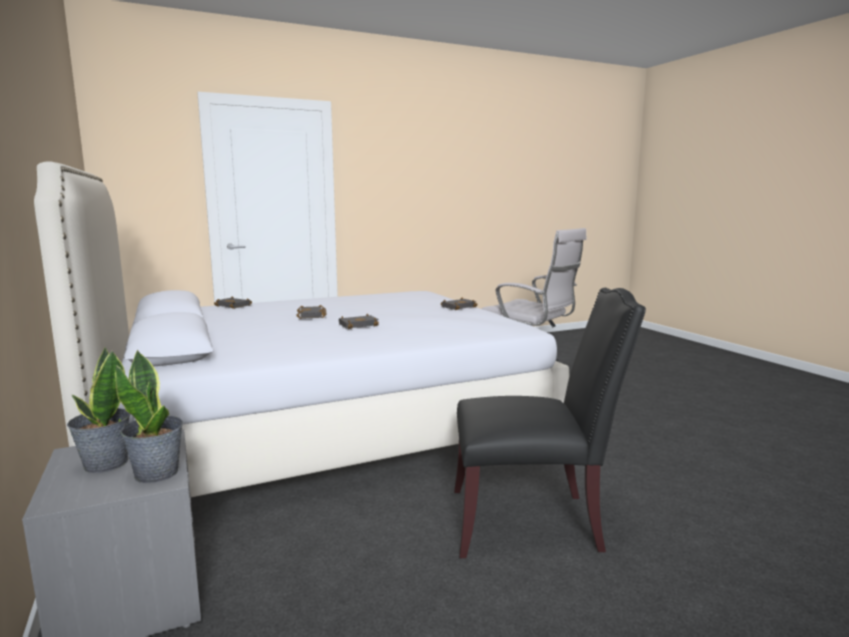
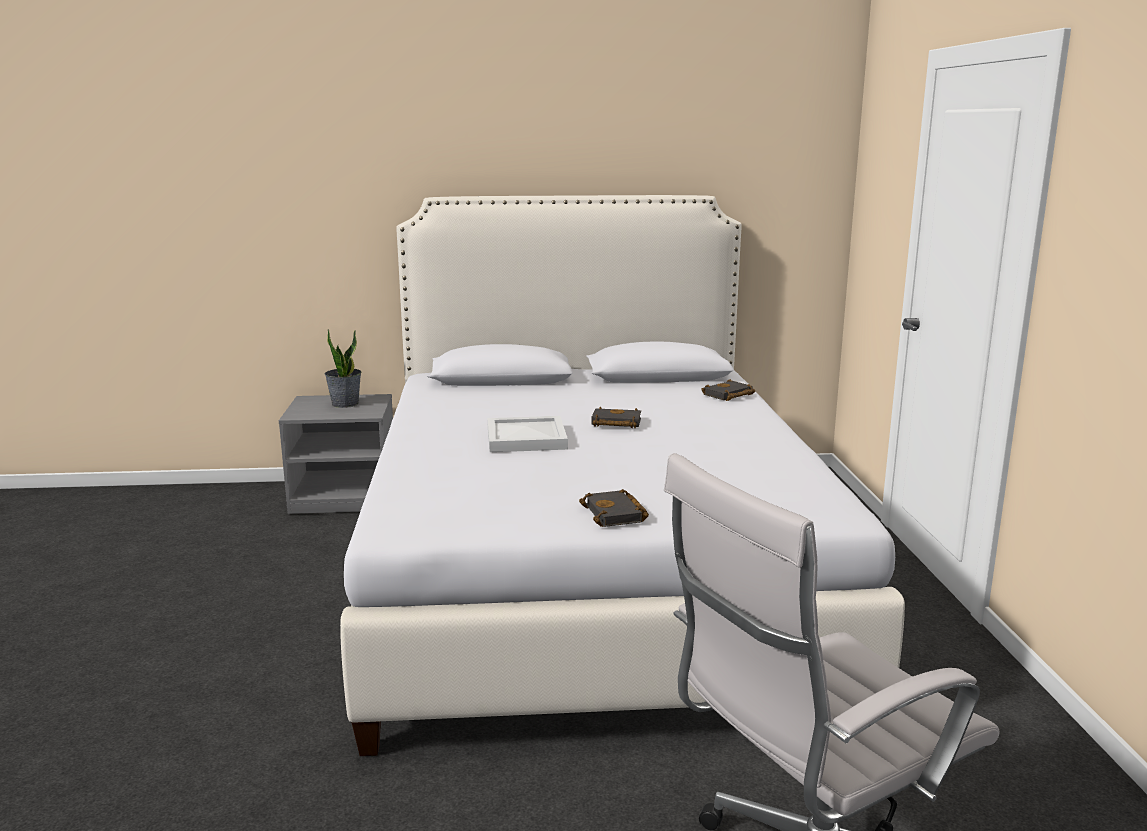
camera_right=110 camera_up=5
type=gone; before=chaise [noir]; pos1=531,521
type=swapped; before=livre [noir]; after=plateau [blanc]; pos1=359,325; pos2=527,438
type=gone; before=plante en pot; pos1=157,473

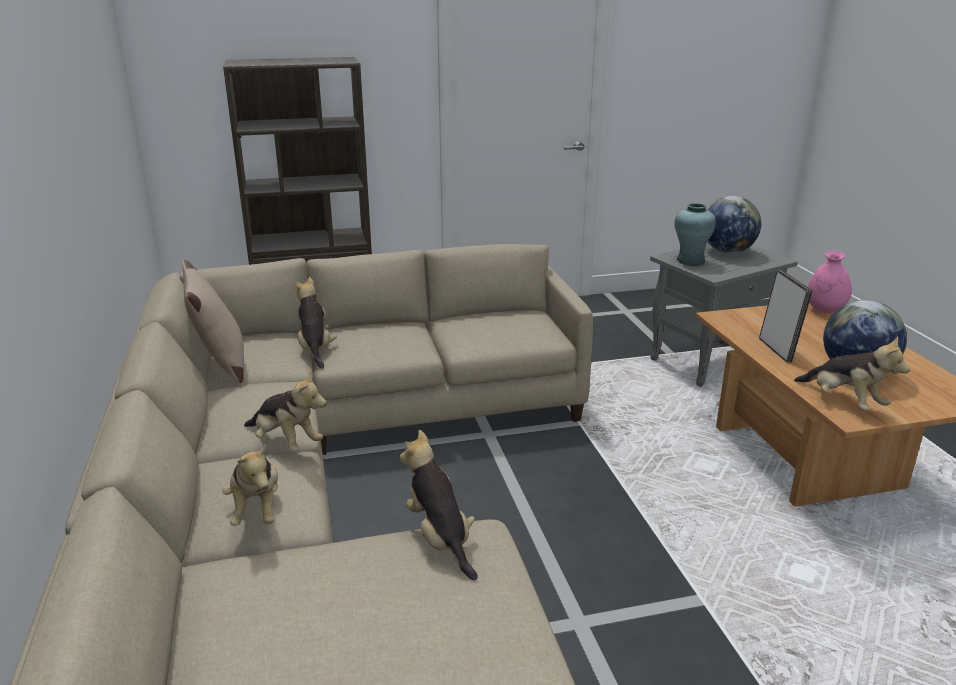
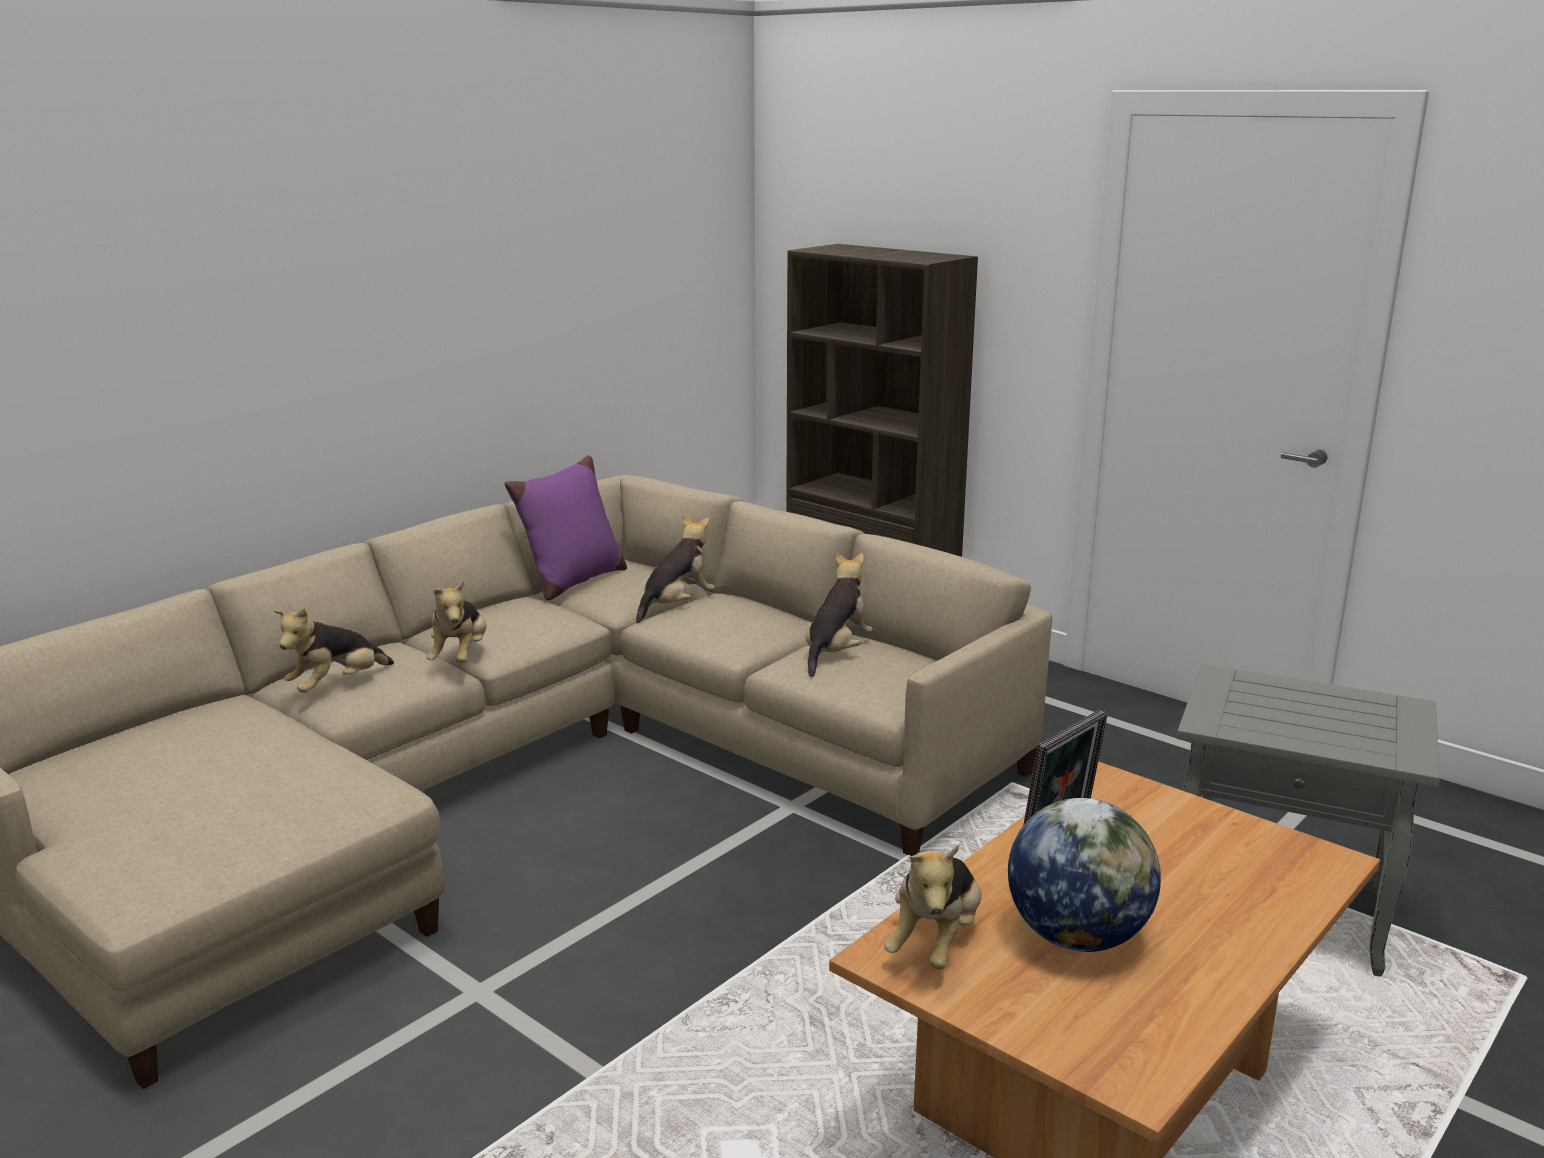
camera_right=55 camera_up=-5
type=gone; before=globe; pos1=727,251
type=gone; before=vase [turquoise]; pos1=690,261
type=gone; before=vase [rose]; pos1=824,310
type=repainted; before=coussin [beige]; after=coussin [violet]; pos1=221,366; pos2=572,582
type=shifted; before=peluche; pos1=440,538; pos2=836,652

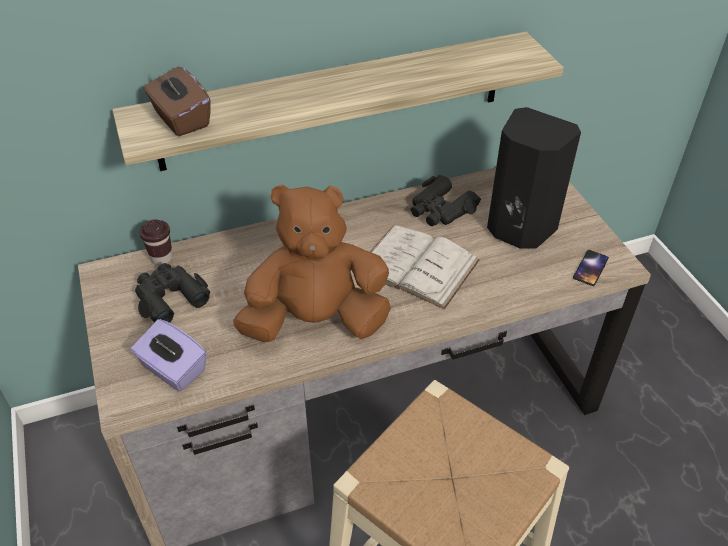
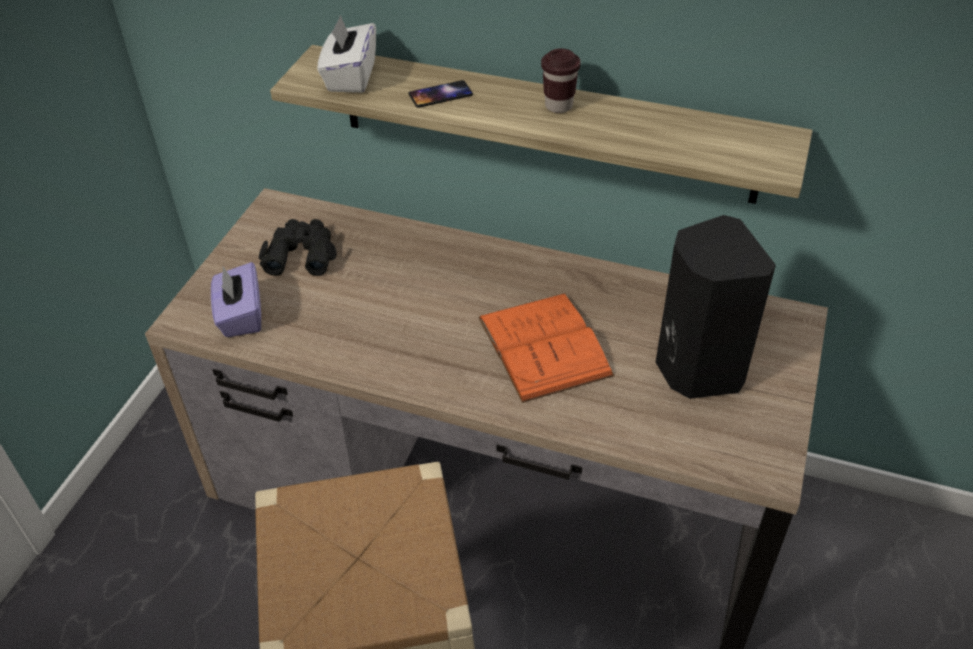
camera_right=40 camera_up=0
type=repainted; before=boîte à mouchoirs [marron]; after=boîte à mouchoirs [blanc]; pos1=181,119; pos2=350,77
type=gone; before=jumelles [noir]; pos1=441,210
type=gone; before=peluche [marron]; pos1=316,320
type=shifted; before=tasse [marron]; pos1=161,258; pos2=558,106
type=repainted; before=livre [blanc]; after=livre [orange]; pos1=417,265; pos2=544,346
type=shifted; before=téléphone; pos1=590,268; pos2=440,95

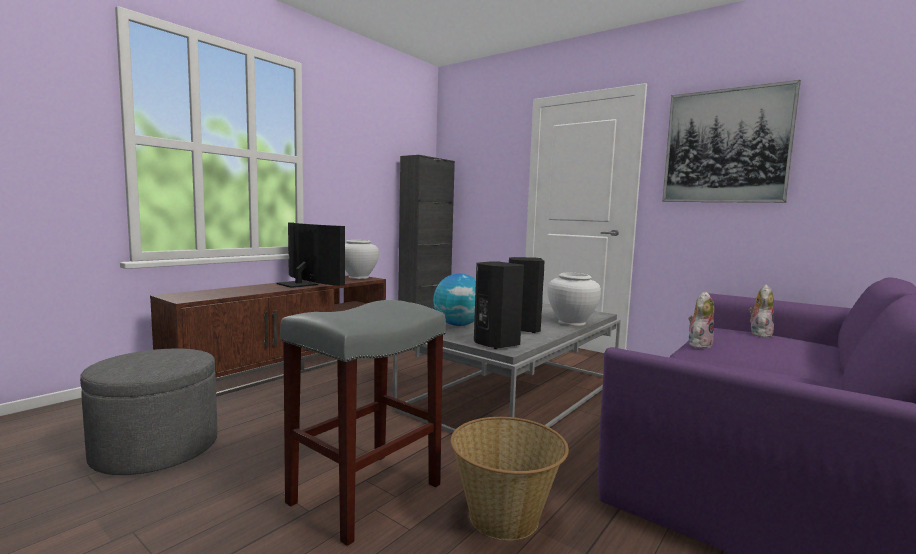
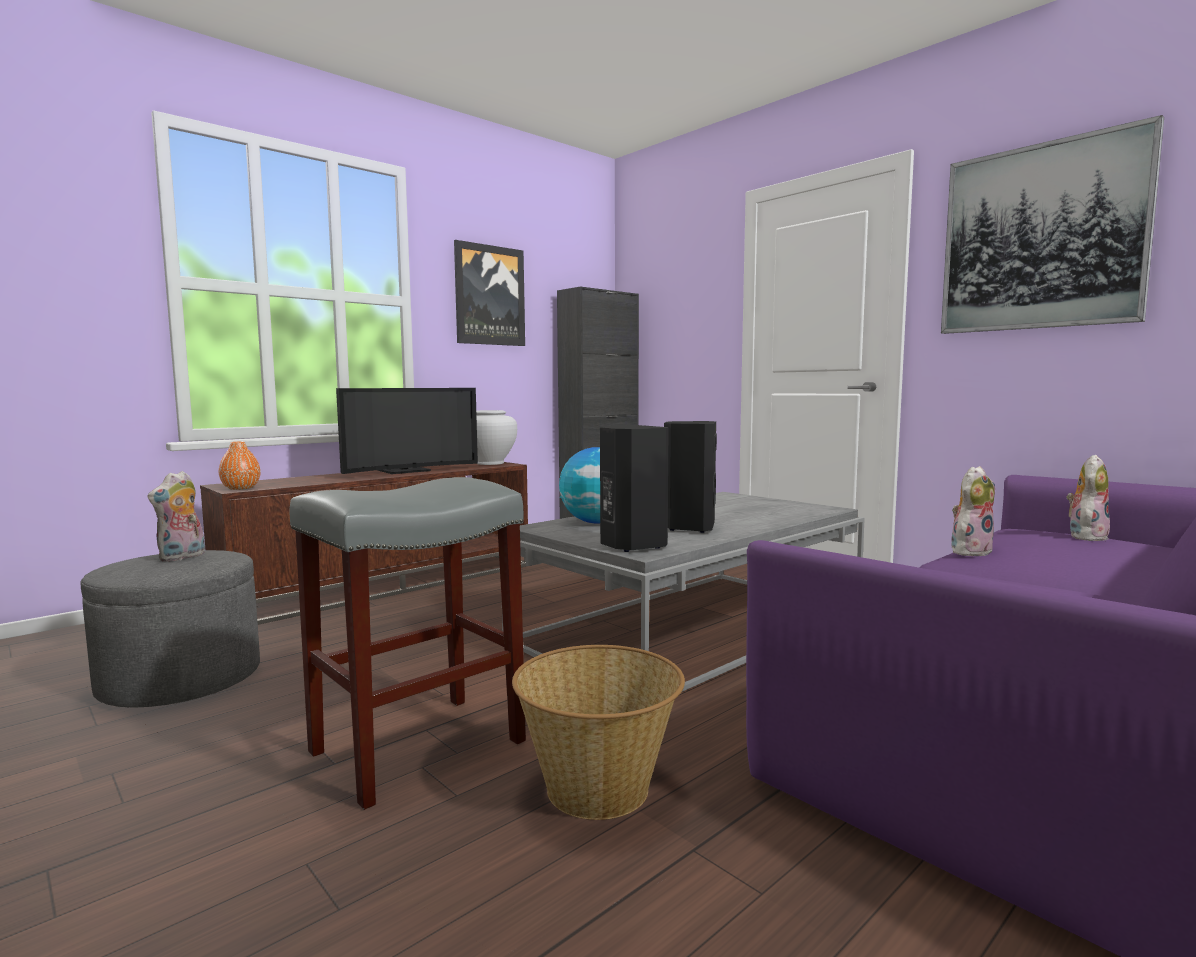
camera_right=10 camera_up=0
type=rotated; before=téléviseur; pos1=303,284; pos2=406,471; turn=90
type=gone; before=vase [blanc]; pos1=571,323
type=new; after=tableau; pos2=489,295
type=new; after=vase [orange]; pos2=241,488
type=new; after=peluche; pos2=182,557

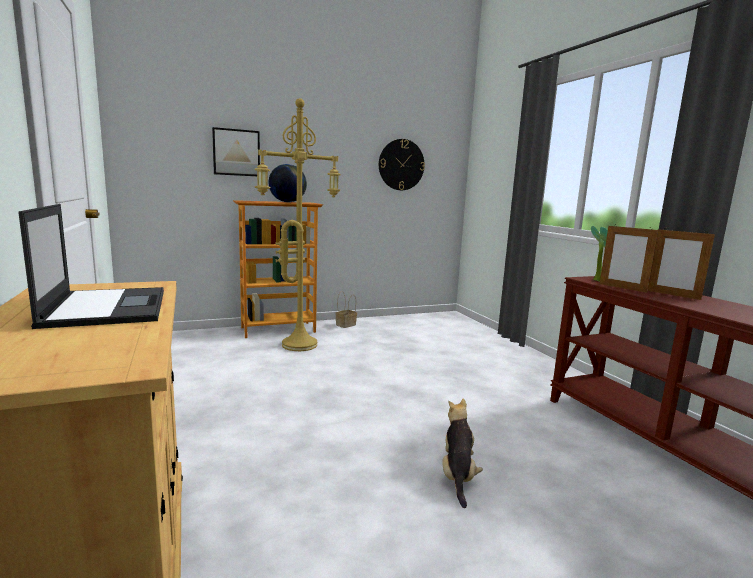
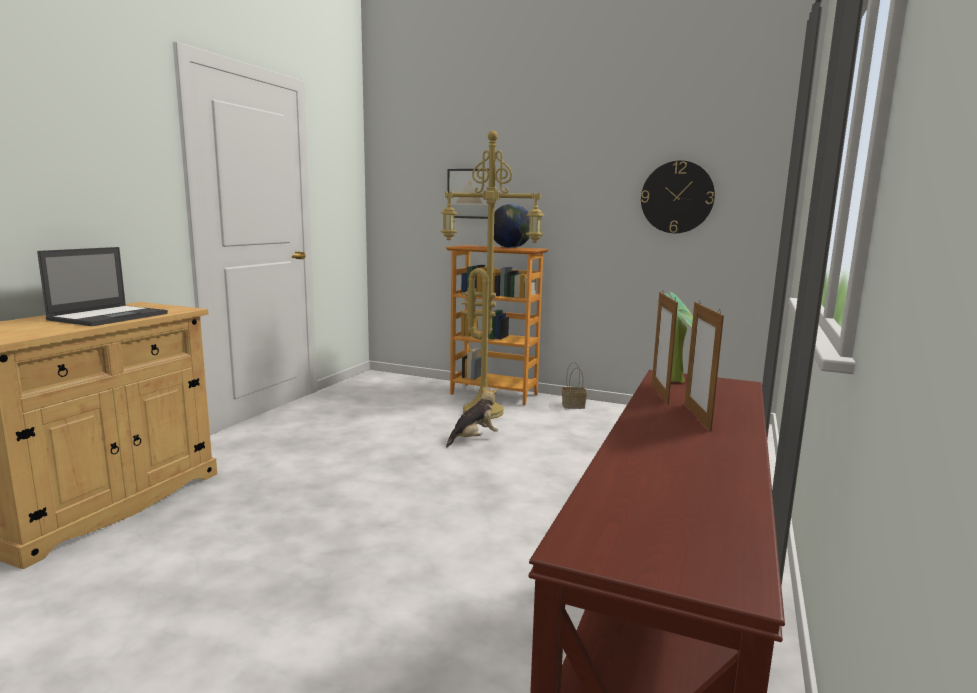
camera_right=45 camera_up=0
type=shifted; before=peluche; pos1=457,475; pos2=474,439

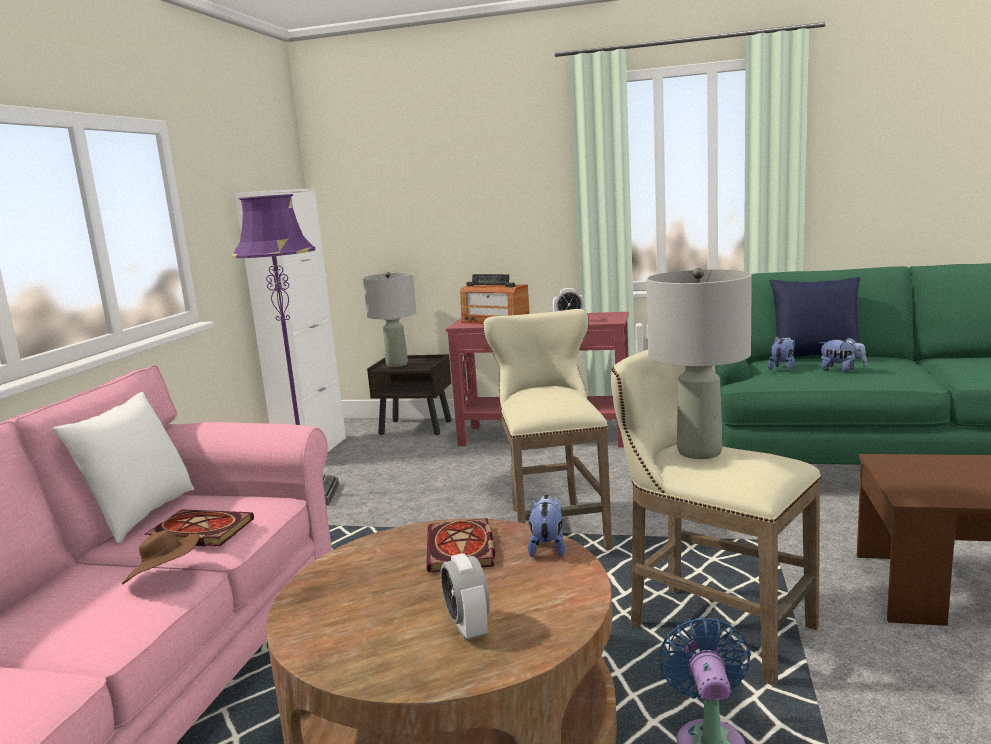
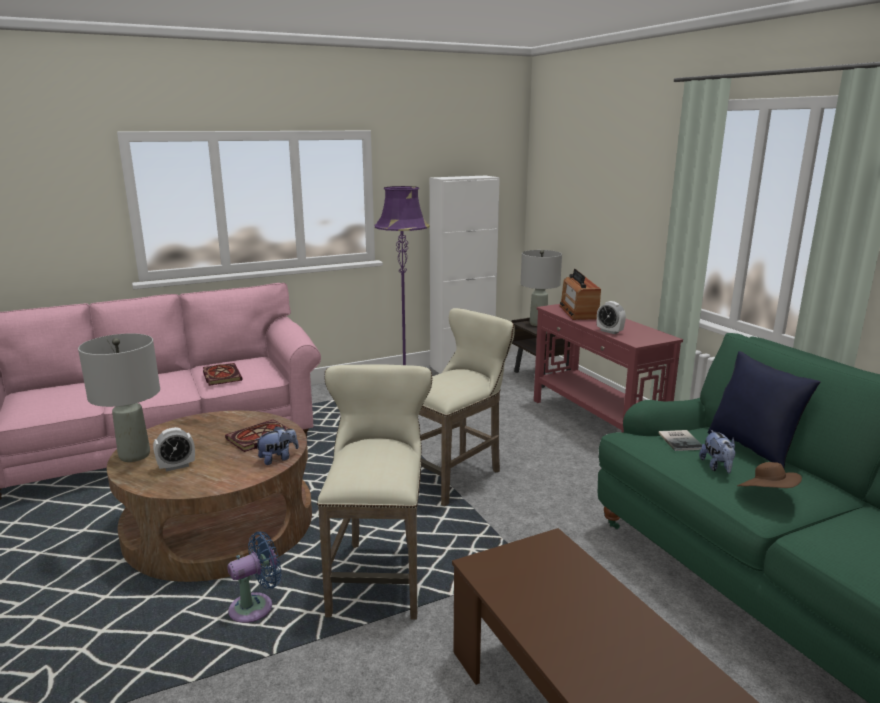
camera_right=50 camera_up=5
type=shifted; before=lampe de table [gris]; pos1=700,452; pos2=135,456
type=swapped; before=peluche; after=livre; pos1=783,368; pos2=681,440
type=gone; before=coussin [blanc]; pos1=140,516
type=shifted; before=chapeau [marron]; pos1=166,577; pos2=767,494
type=rotated; before=réveil; pos1=468,627; pos2=176,466; turn=-150

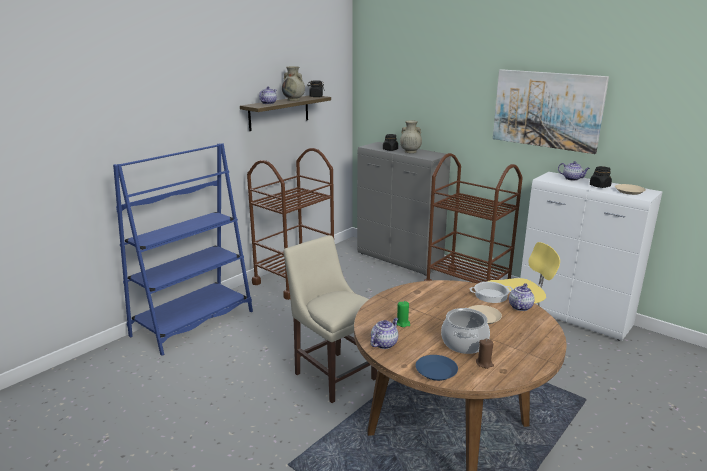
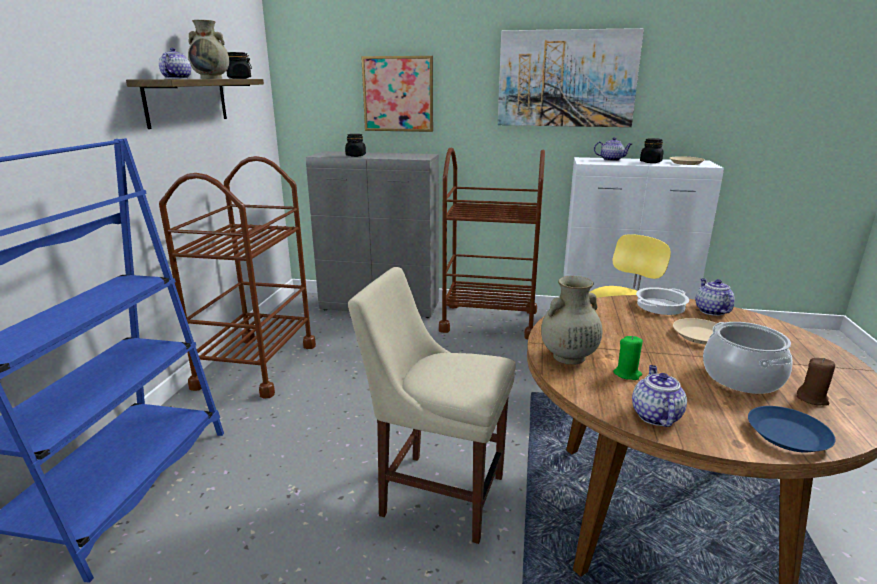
camera_right=-30 camera_up=0
type=shifted; before=vase [beige]; pos1=410,151; pos2=568,357
type=new; after=tableau; pos2=398,94

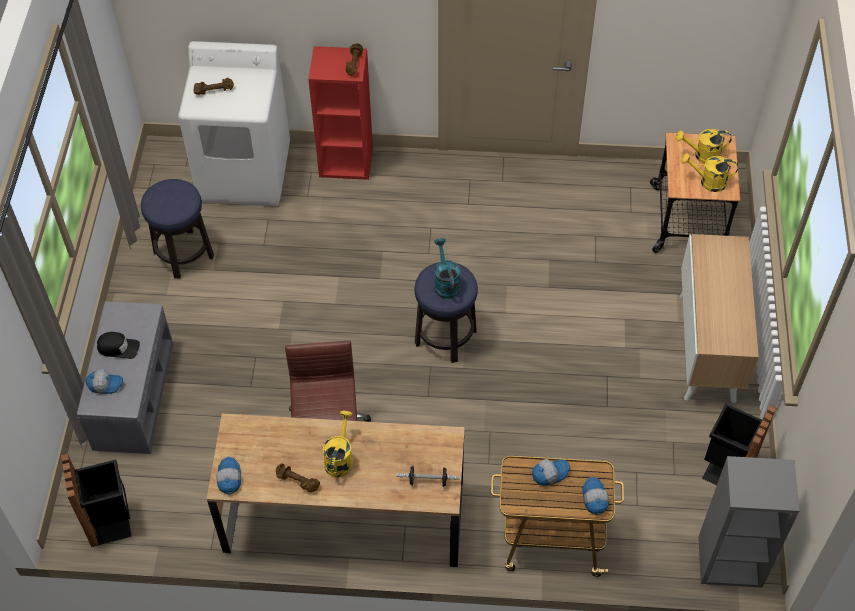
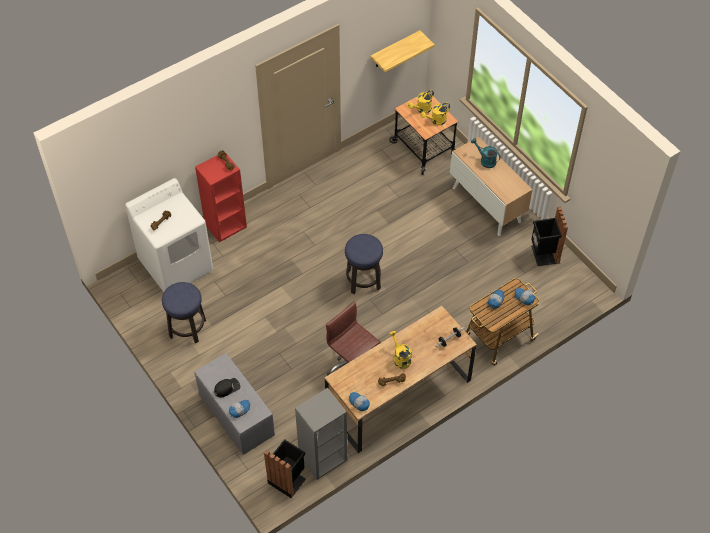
camera_right=-40 camera_up=0
type=shifted; before=arrosoir [turquoise]; pos1=445,282; pos2=485,160
type=shifted; before=bibliothèque [gris]; pos1=729,562; pos2=323,459
type=new; after=étagère; pos2=395,50

